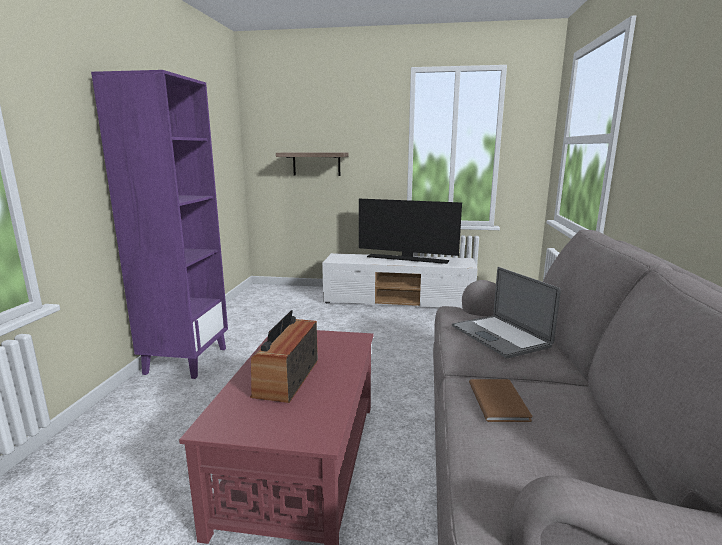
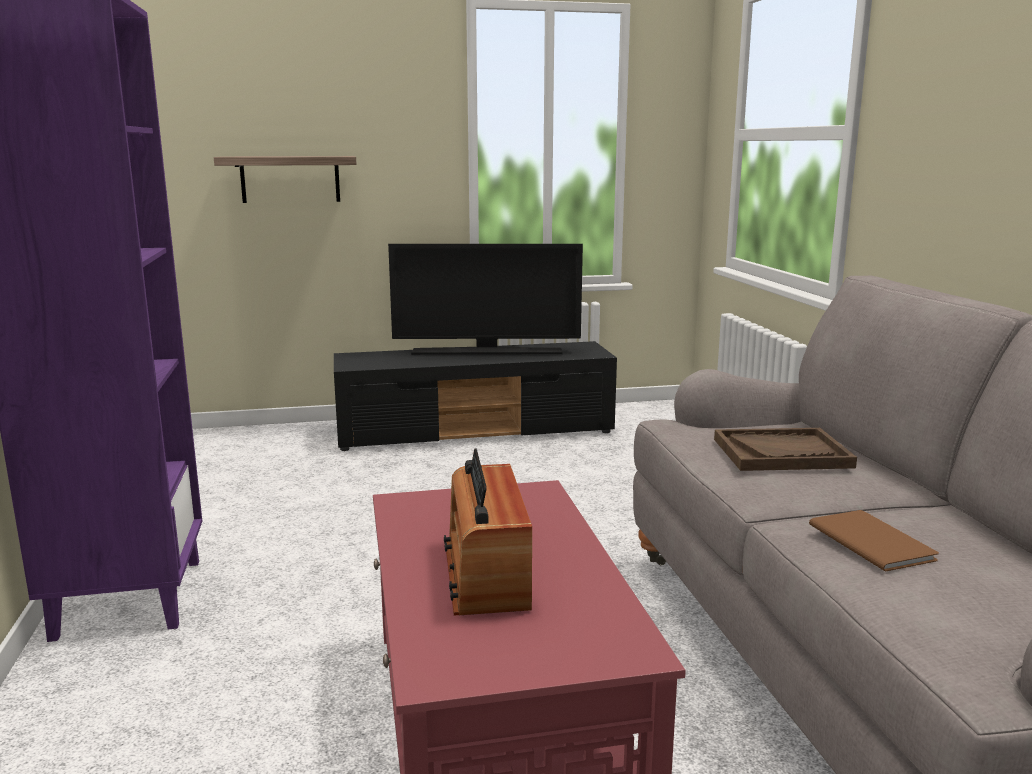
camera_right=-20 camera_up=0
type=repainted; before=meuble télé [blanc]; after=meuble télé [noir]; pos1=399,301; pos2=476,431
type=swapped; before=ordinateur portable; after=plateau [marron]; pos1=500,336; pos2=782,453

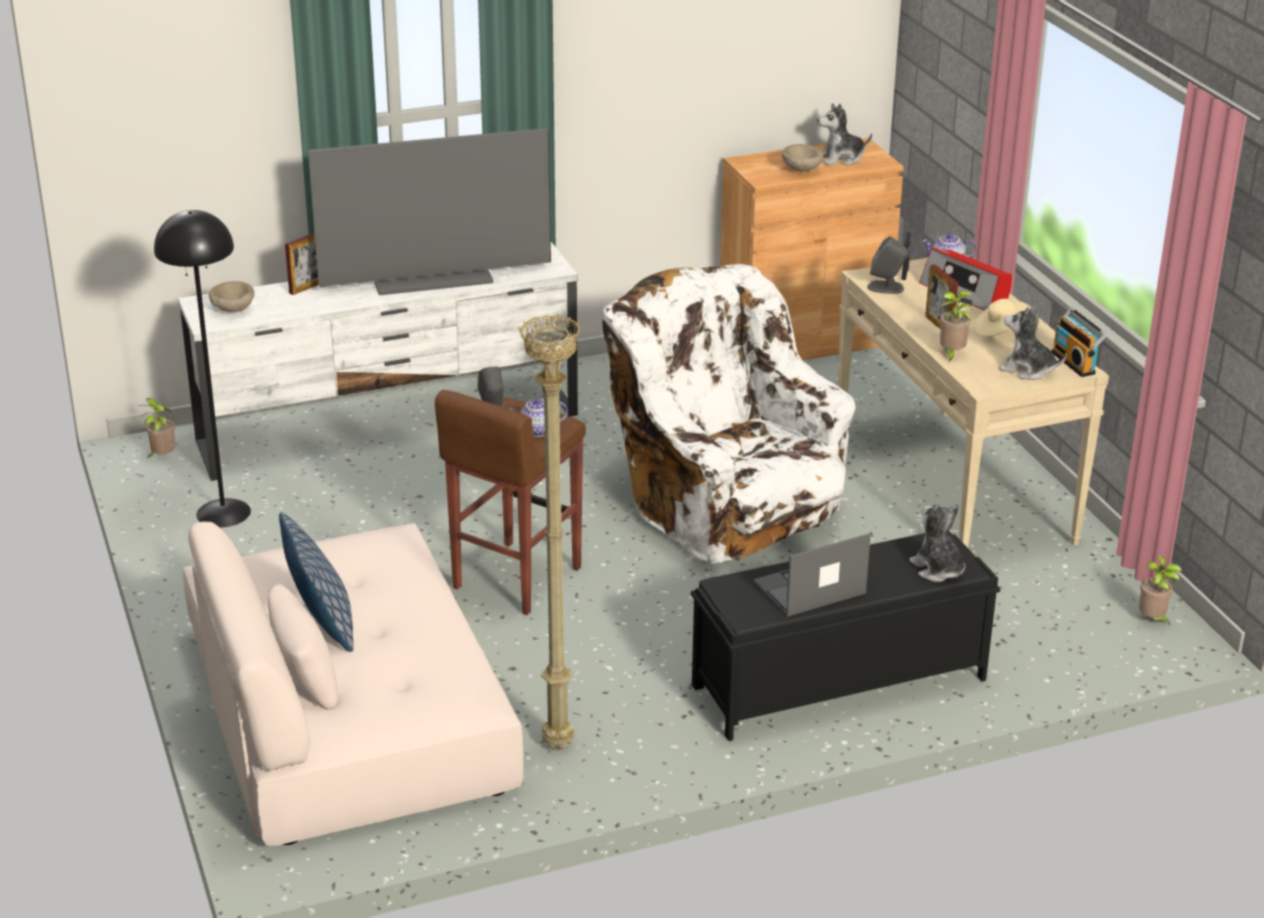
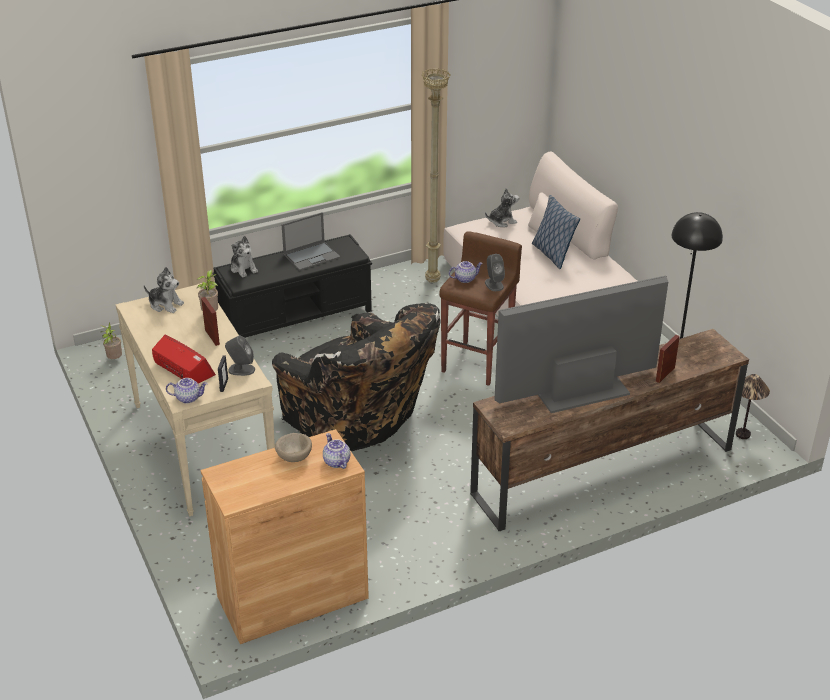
camera_right=175 camera_up=5
type=shifted; before=peluche; pos1=841,158; pos2=502,221
type=repainted; before=meuble télé [blanc]; after=meuble télé [marron]; pos1=390,428; pos2=602,471
type=repainted; before=fauteuil [blanc]; after=fauteuil [noir]; pos1=725,504; pos2=356,421
type=gone; before=bol [beige]; pos1=232,310
type=gone; before=chapeau [beige]; pos1=1000,331
type=gone; before=radio; pos1=1075,363
type=swapped; before=plante en pot; after=lampe de table; pos1=162,457; pos2=743,434
type=new; after=théière; pos2=336,462

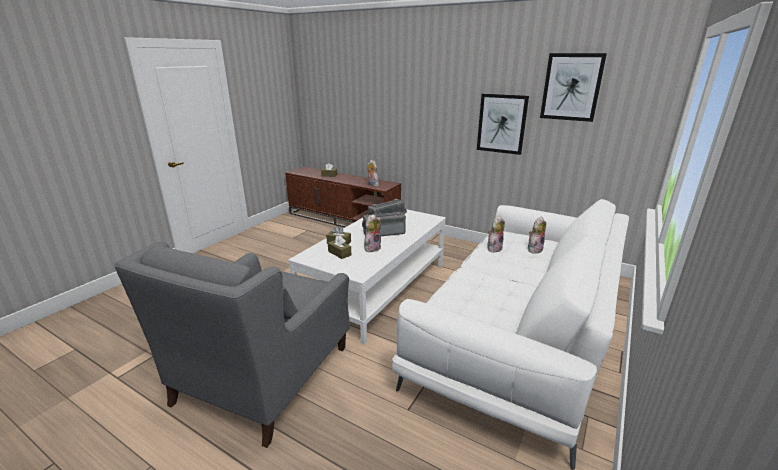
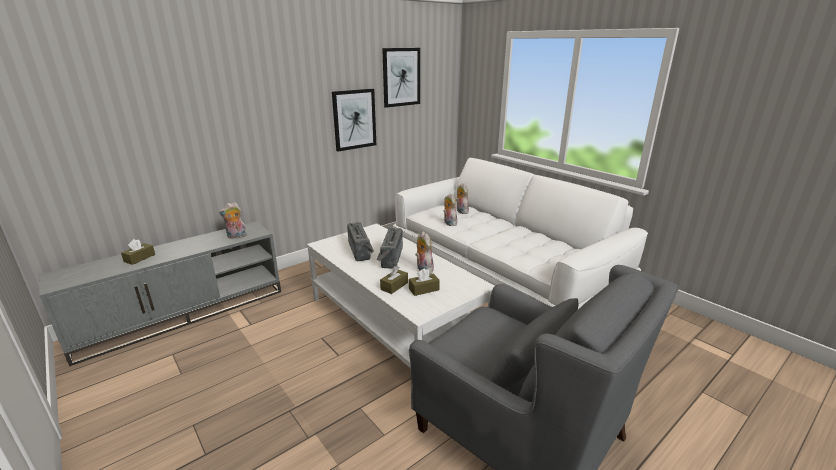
camera_right=-70 camera_up=0
type=repainted; before=meuble télé [marron]; after=meuble télé [gris]; pos1=343,220; pos2=184,313

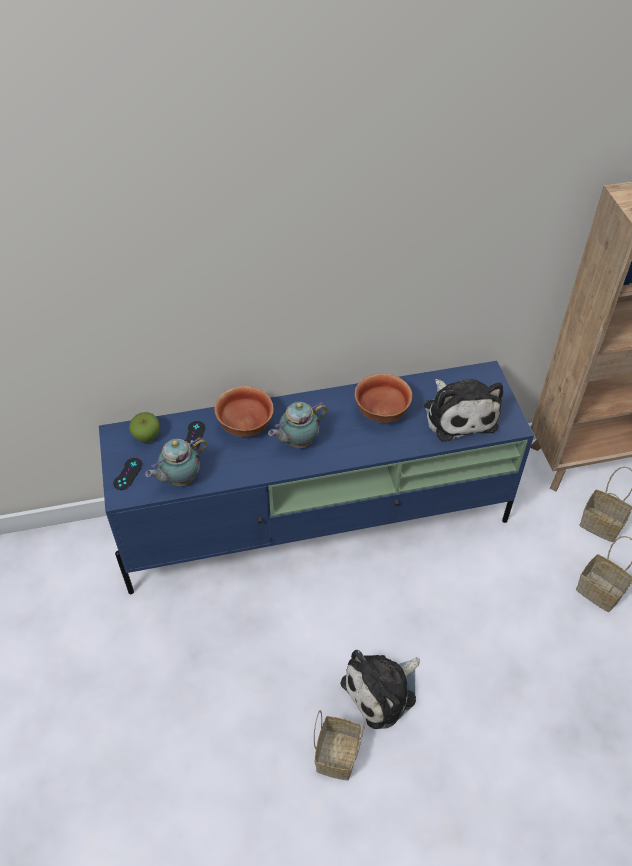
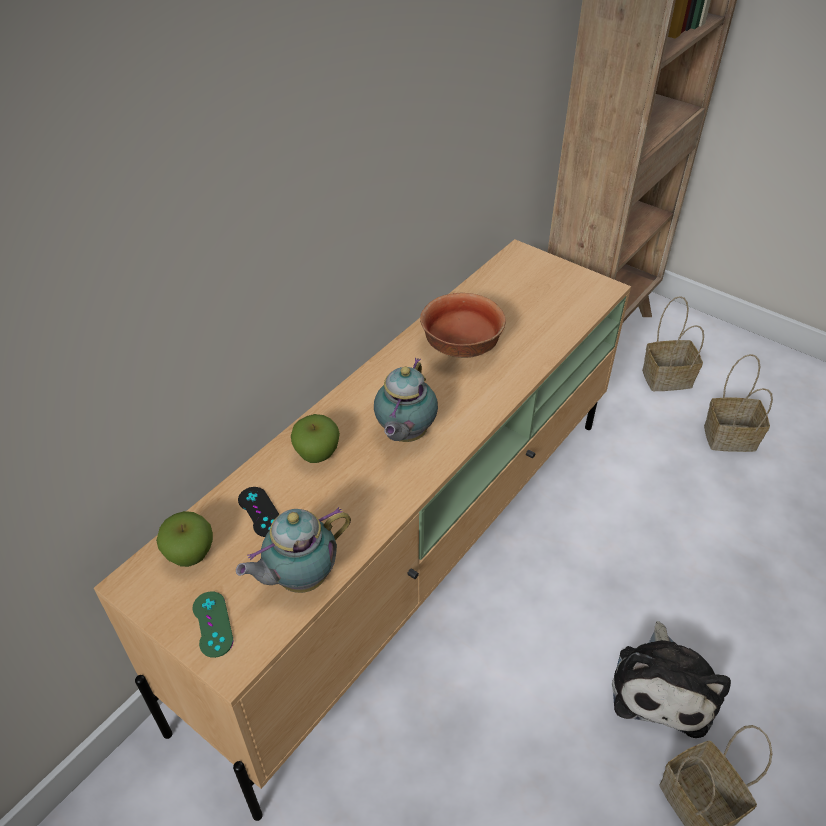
camera_right=-40 camera_up=-5
type=repainted; before=meuble télé [bleu]; after=meuble télé [beige]; pos1=318,524; pos2=413,556
type=gone; before=peluche; pos1=459,414
type=swapped; before=bol; after=pomme; pos1=246,425; pos2=317,454
type=rotated; before=théière; pos1=179,479; pos2=299,579; turn=45
type=repainted; before=manette [noir]; after=manette [vert]; pos1=128,474; pos2=212,624

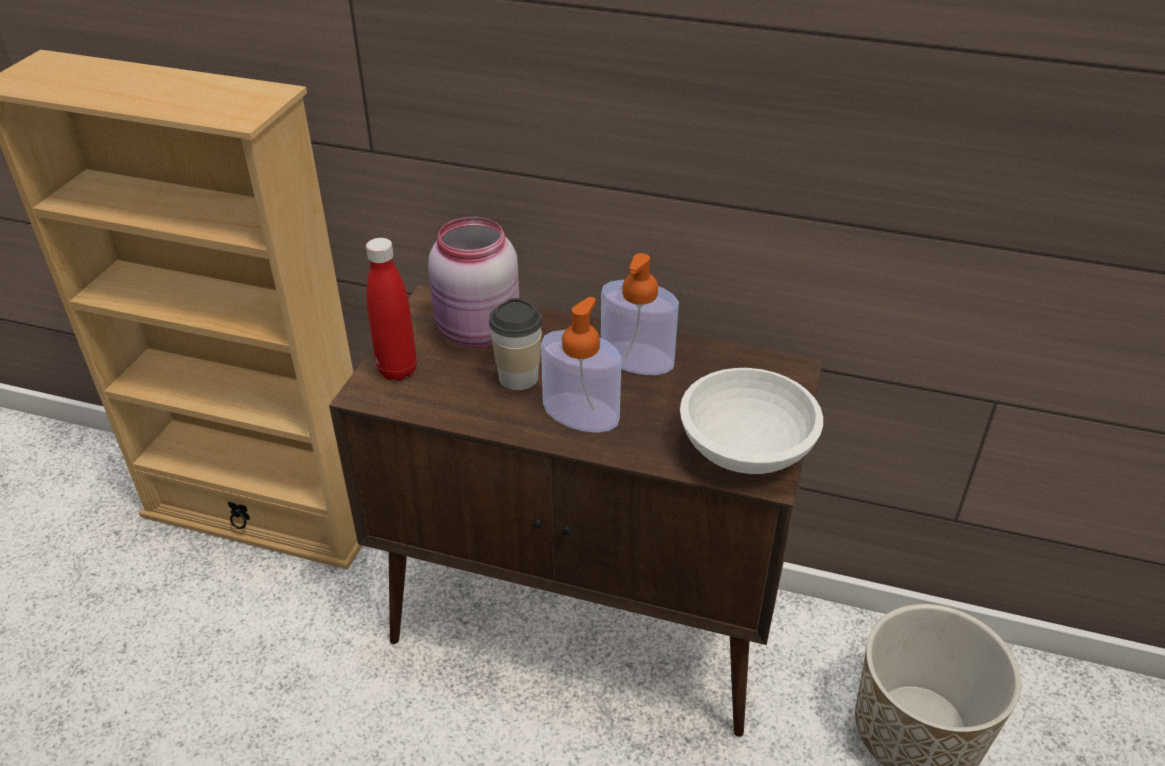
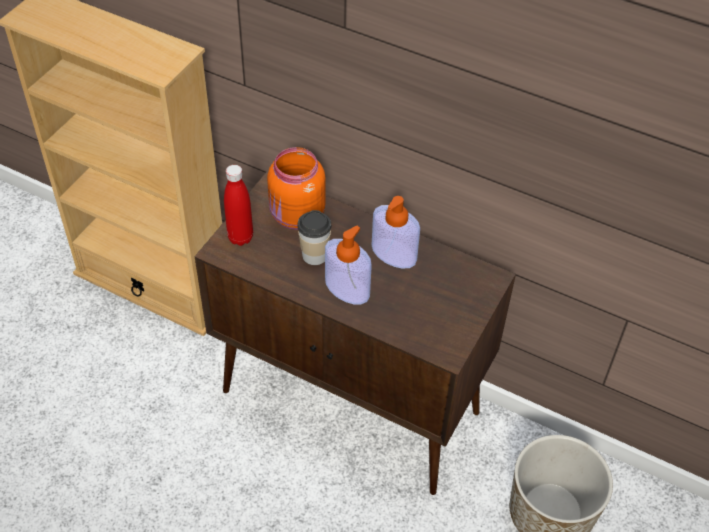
camera_right=10 camera_up=10
type=repainted; before=bocal [rose]; after=bocal [orange]; pos1=477,332; pos2=296,216
type=gone; before=bol [blanc]; pos1=748,449

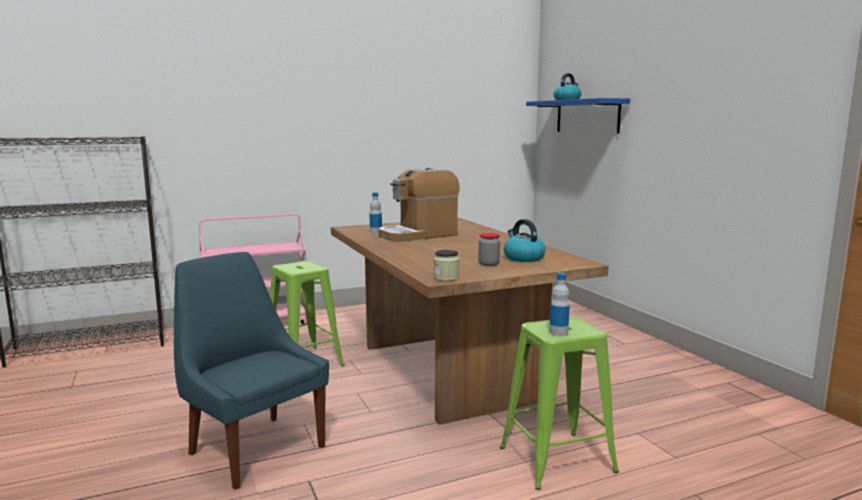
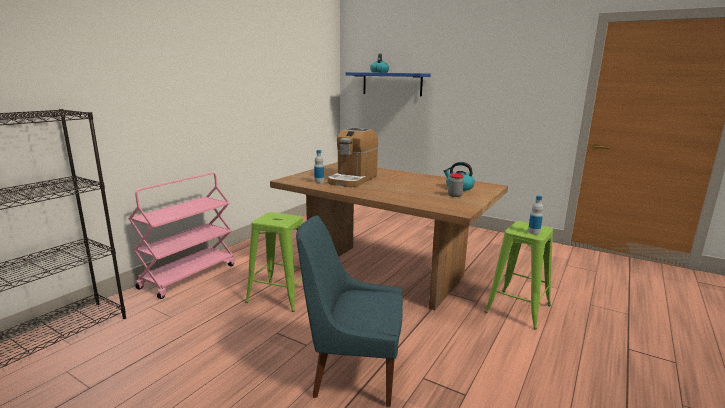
camera_right=-35 camera_up=5
type=gone; before=bocal; pos1=446,278

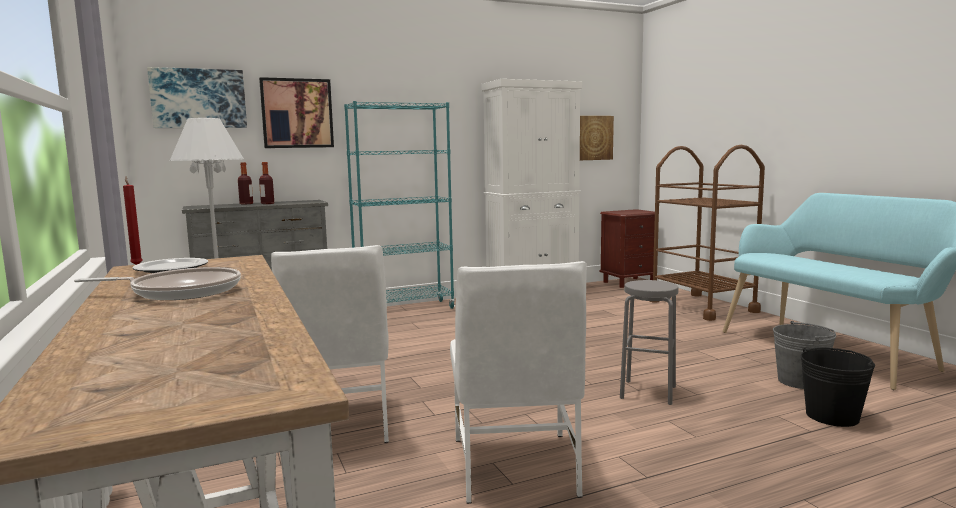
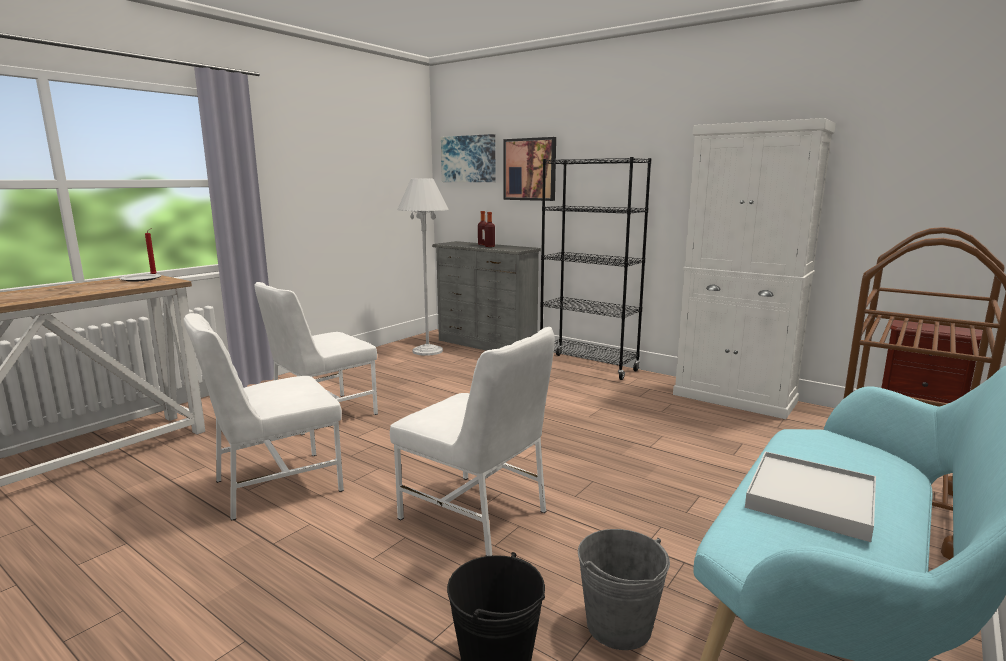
camera_right=60 camera_up=5
type=repainted; before=bibliothèque [turquoise]; after=bibliothèque [noir]; pos1=405,310; pos2=588,367
type=gone; before=tableau; pos1=592,138
type=gone; before=poêle; pos1=180,292
type=swapped; before=tabouret [gris]; after=chaise [blanc]; pos1=648,392; pos2=476,515
type=new; after=plateau [blanc]; pos2=811,499

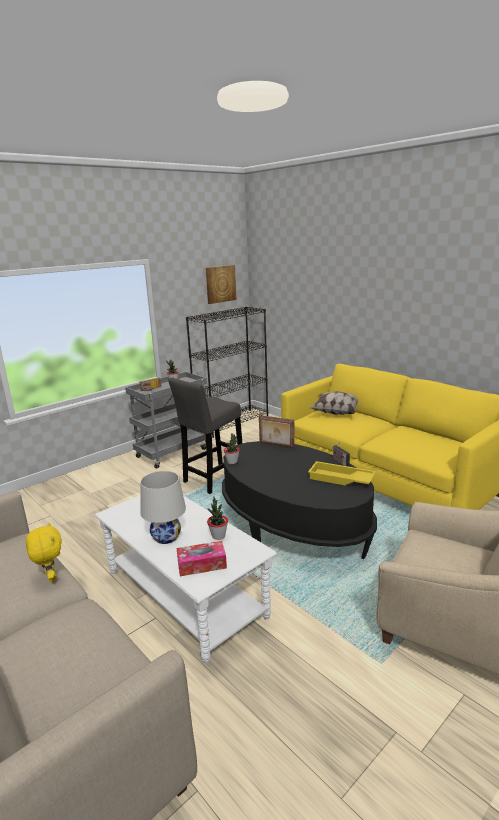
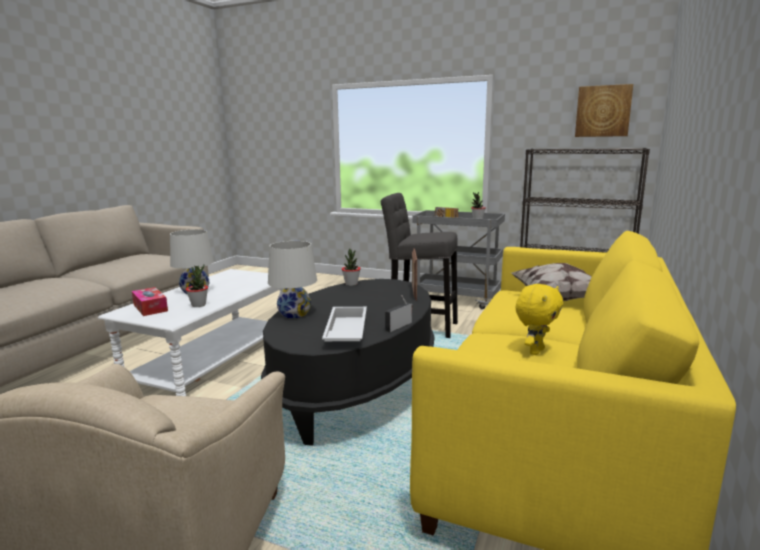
camera_right=65 camera_up=-5
type=repainted; before=plateau [jaune]; after=plateau [blanc]; pos1=340,479; pos2=345,332
type=shifted; before=peluche [jaune]; pos1=50,577; pos2=535,351
type=new; after=lampe de table [blanc]; pos2=294,314

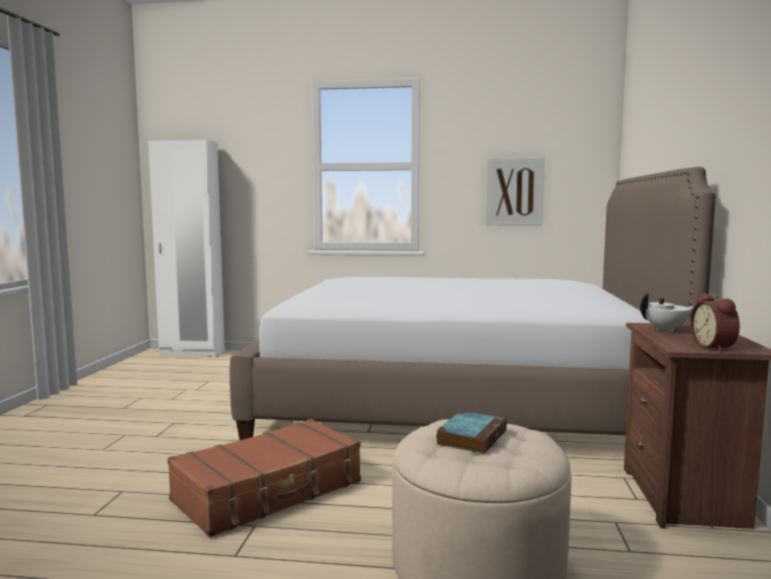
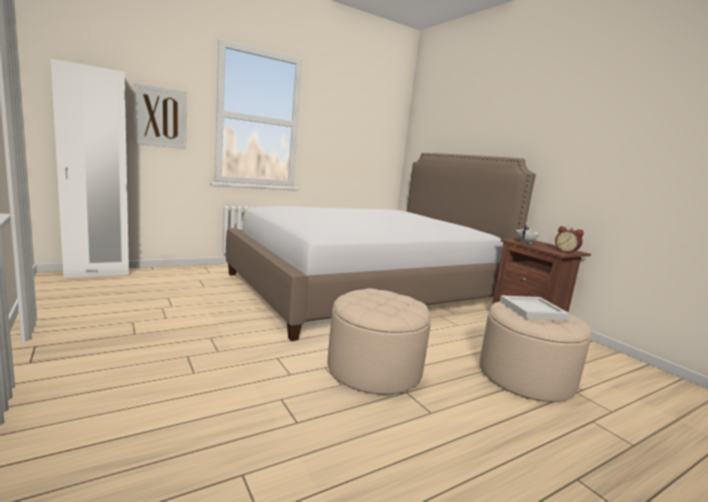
camera_right=-40 camera_up=5
type=shifted; before=tableau; pos1=514,192; pos2=161,117
type=swapped; before=livre; after=plateau [blanc]; pos1=472,437; pos2=531,310
type=swapped; before=valise [marron]; after=pouf [beige]; pos1=269,491; pos2=374,369

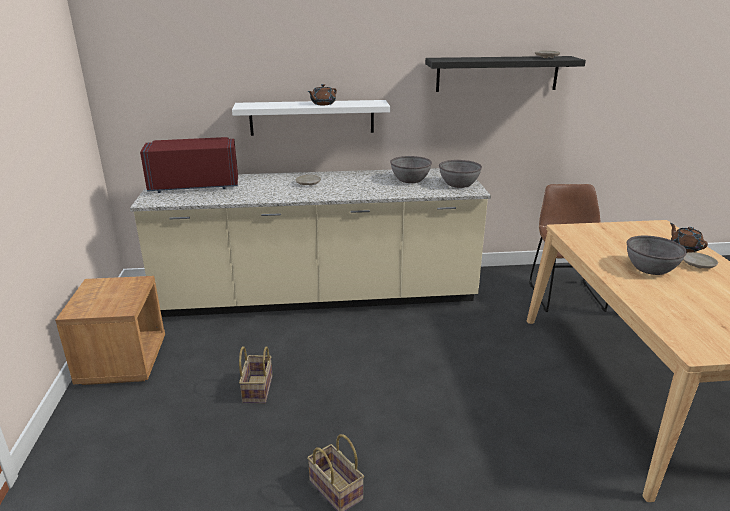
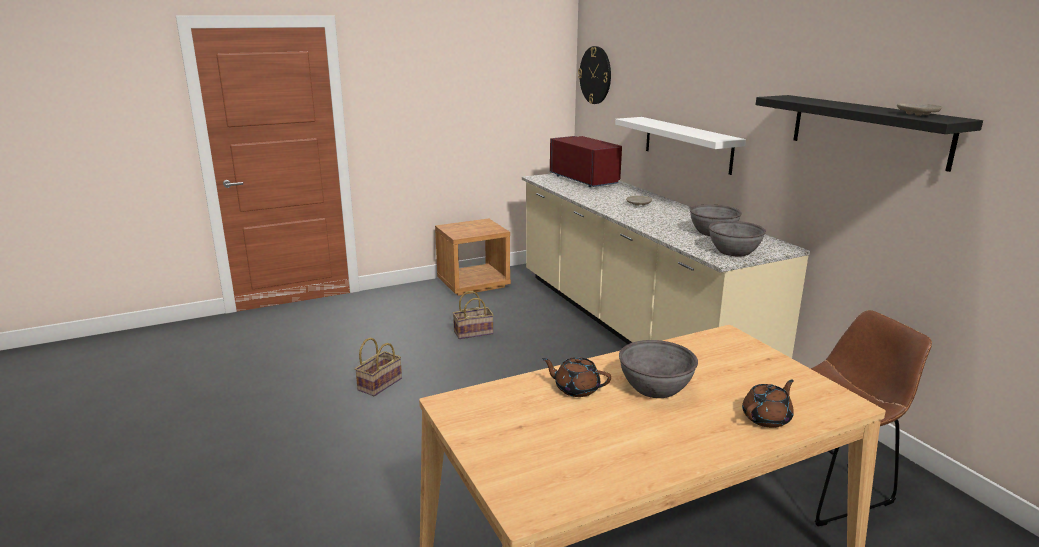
camera_right=70 camera_up=-5
type=shifted; before=théière [marron]; pos1=322,104; pos2=576,389
type=gone; before=assiette [beige]; pos1=697,265
type=new; after=horloge murale; pos2=595,75

